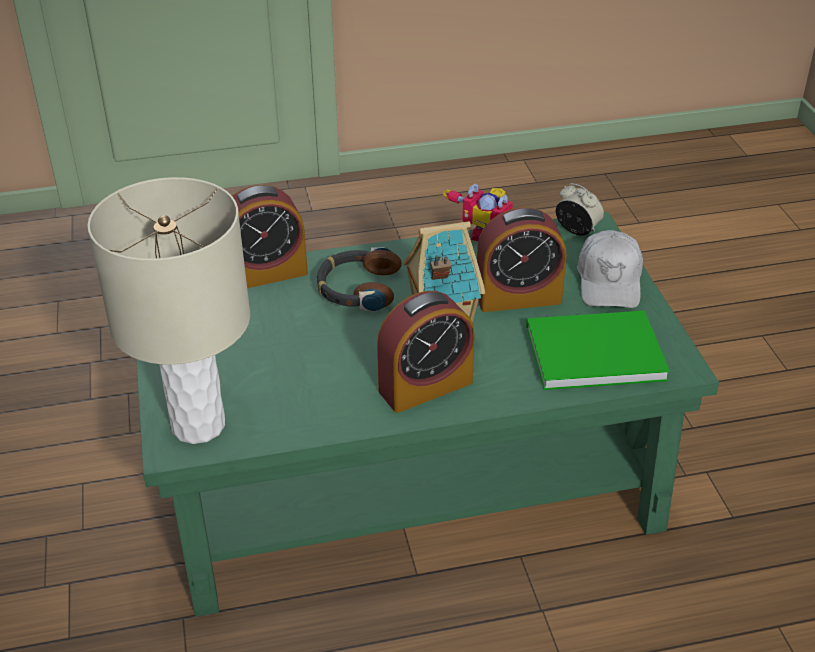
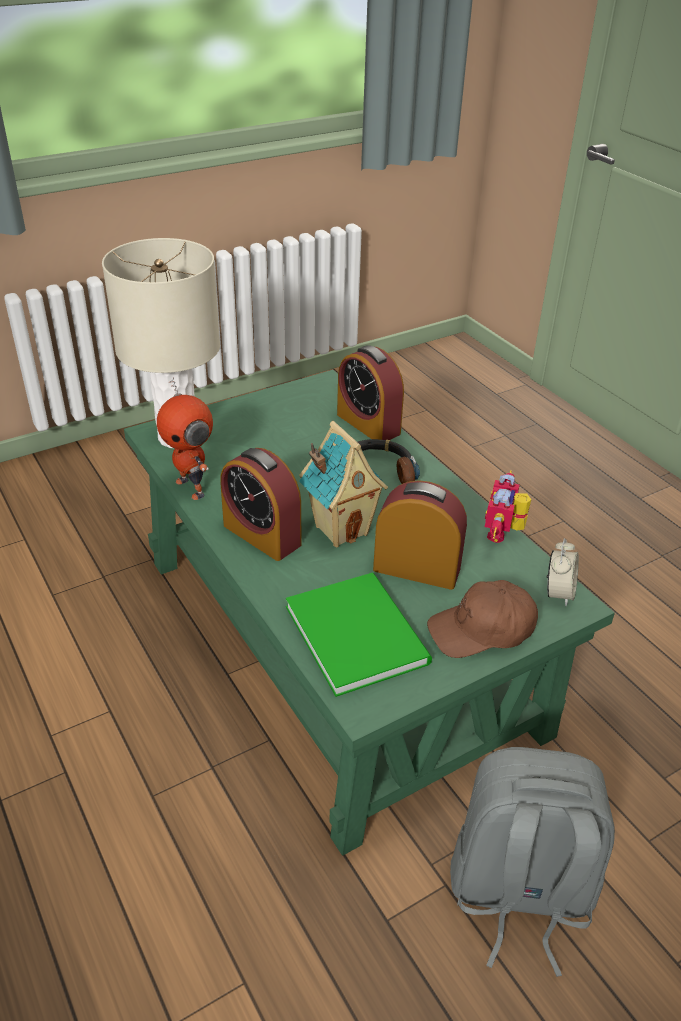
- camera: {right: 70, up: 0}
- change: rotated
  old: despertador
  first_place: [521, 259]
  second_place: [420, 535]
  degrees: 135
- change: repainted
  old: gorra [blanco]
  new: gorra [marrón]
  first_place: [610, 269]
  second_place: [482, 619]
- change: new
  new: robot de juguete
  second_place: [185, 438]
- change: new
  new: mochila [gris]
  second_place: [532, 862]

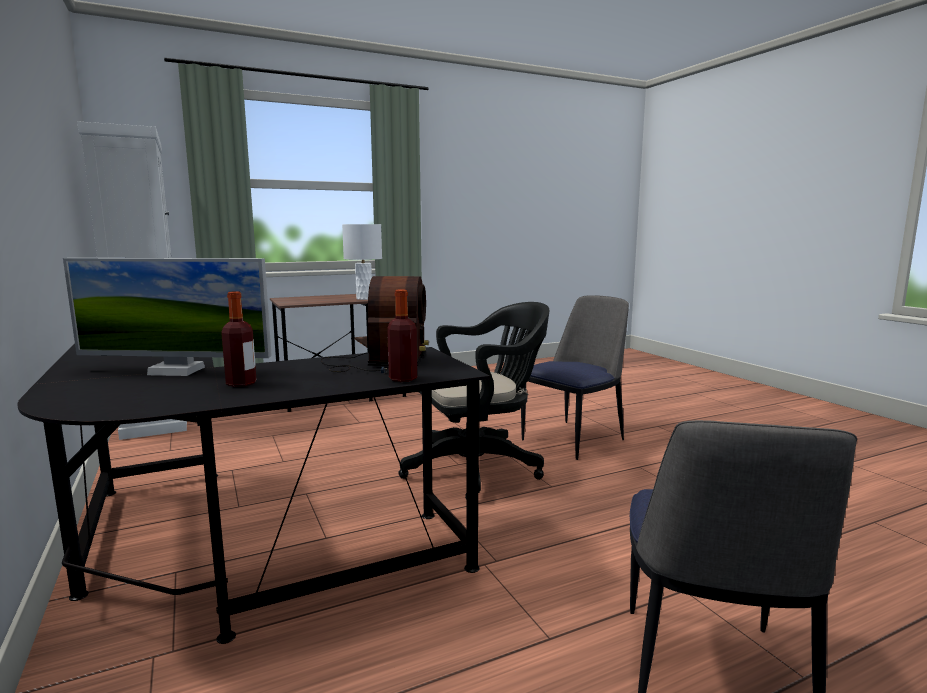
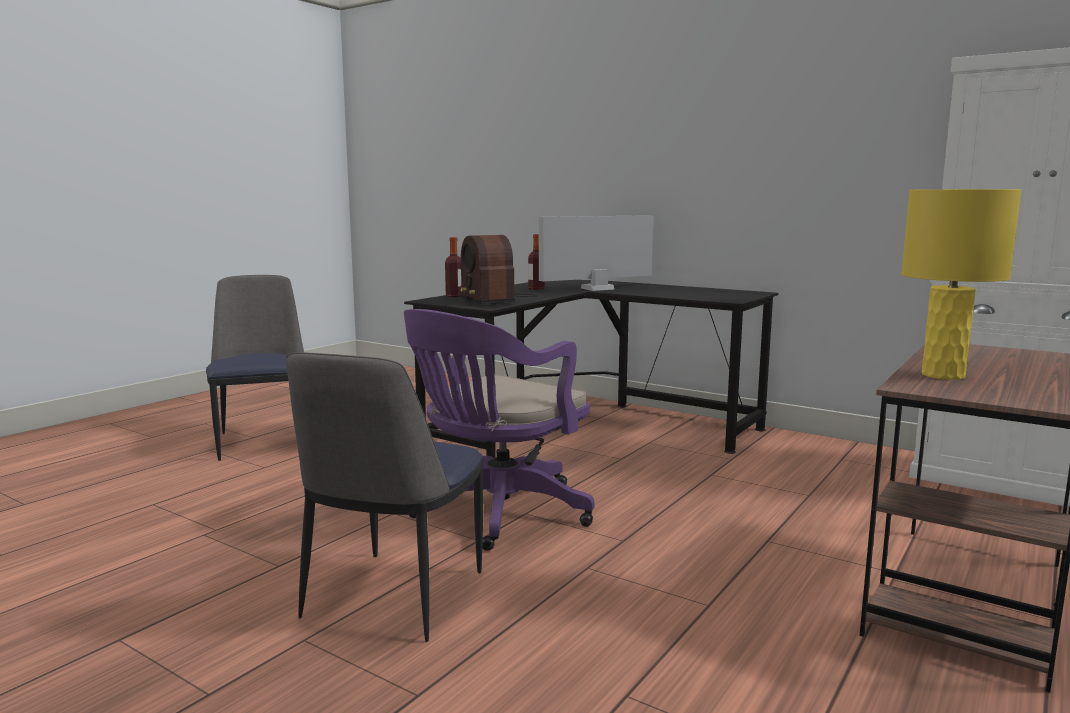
- camera: {right: 150, up: 0}
- change: repainted
  old: lámpara de mesa [blanco]
  new: lámpara de mesa [amarillo]
  first_place: [362, 262]
  second_place: [961, 284]
- change: repainted
  old: silla de oficina [negro]
  new: silla de oficina [morado]
  first_place: [473, 401]
  second_place: [499, 430]

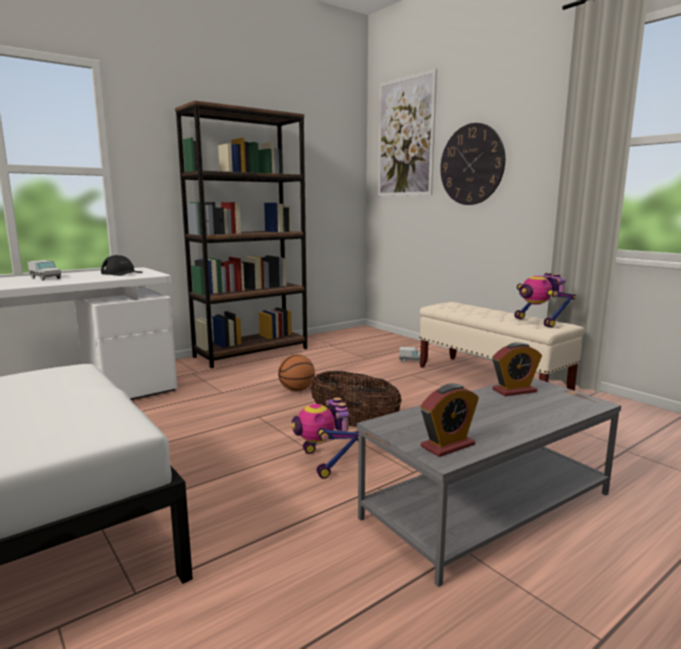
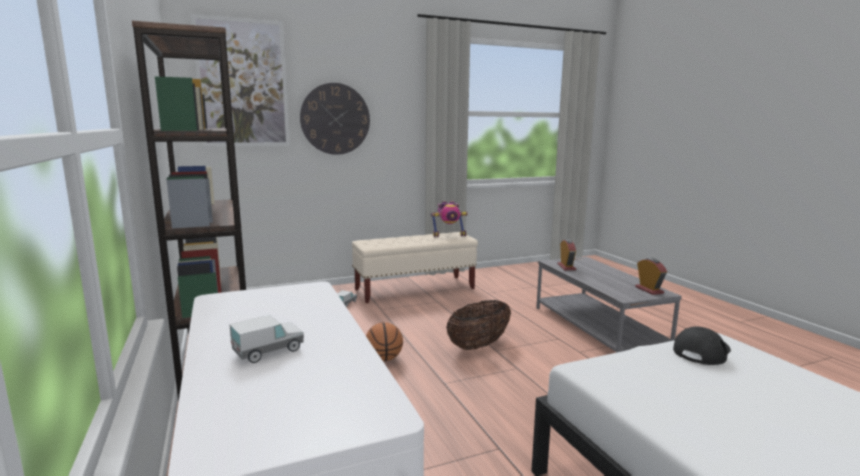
- camera: {right: -75, up: 0}
- change: shifted
  old: gorra [negro]
  first_place: [122, 265]
  second_place: [702, 346]
- change: gone
  old: robot de juguete
  first_place: [325, 438]

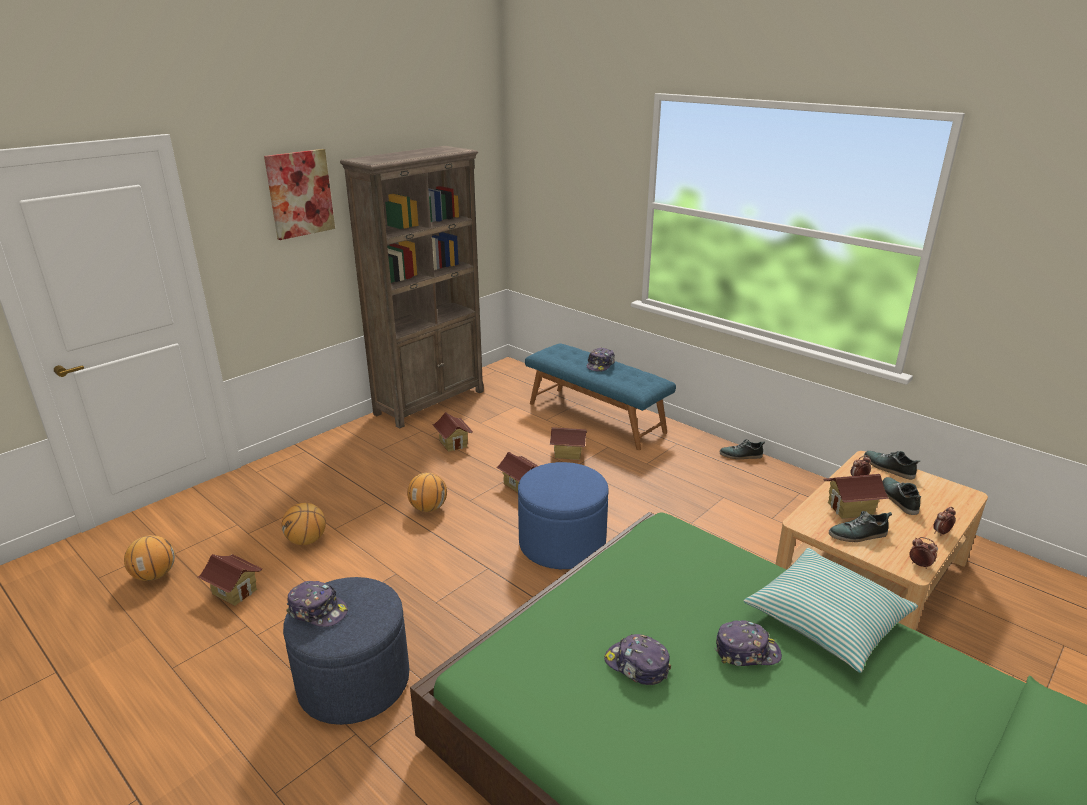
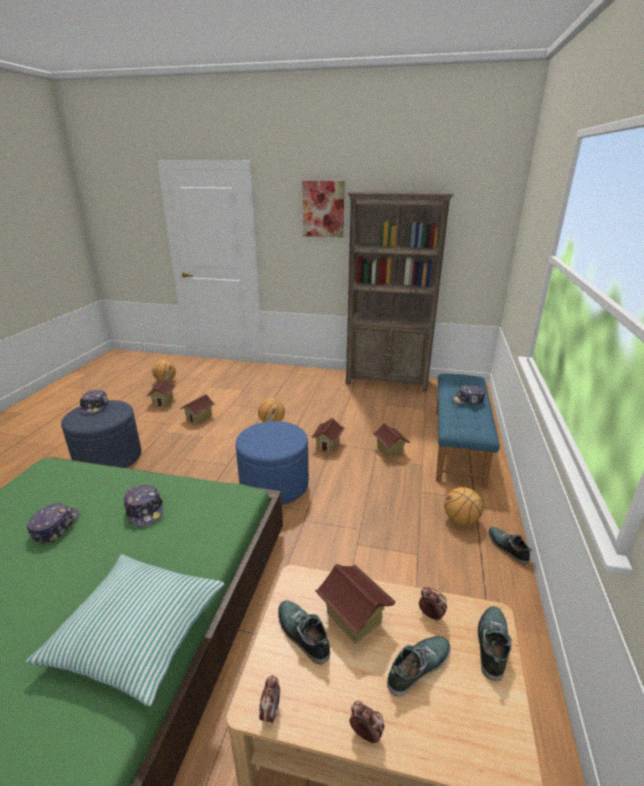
- camera: {right: 60, up: 0}
- change: shifted
  old: balón de baloncesto
  first_place: [304, 524]
  second_place: [463, 506]
- change: shifted
  old: casita
  first_place: [452, 432]
  second_place: [197, 409]
- change: shifted
  old: gorra
  first_place: [748, 643]
  second_place: [143, 505]

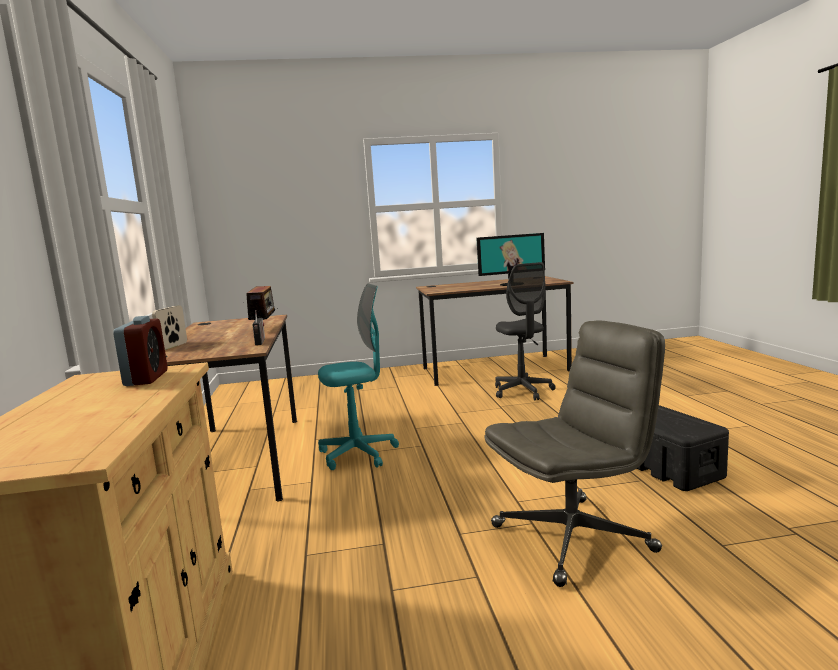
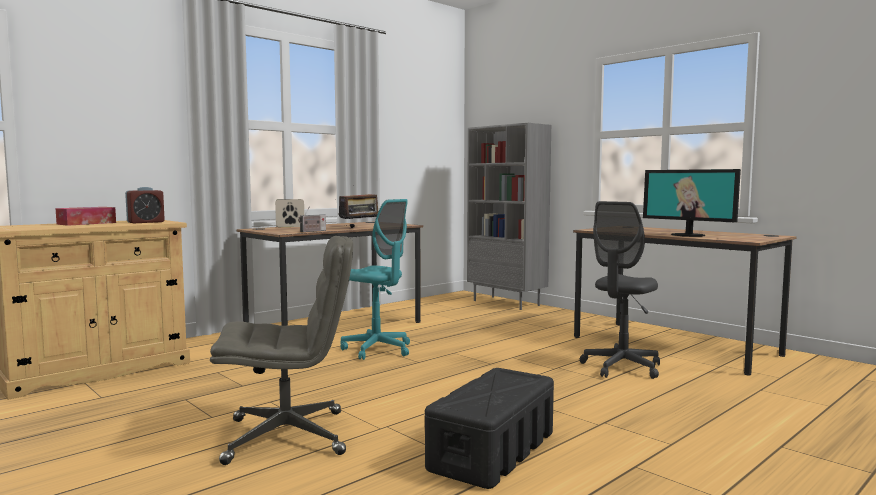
- camera: {right: 55, up: -5}
- change: rotated
  old: silla de oficina [gris]
  first_place: [574, 453]
  second_place: [281, 350]
  degrees: -45
- change: new
  new: caja de pañuelos
  second_place: [86, 216]
- change: new
  new: estantería [gris]
  second_place: [509, 216]

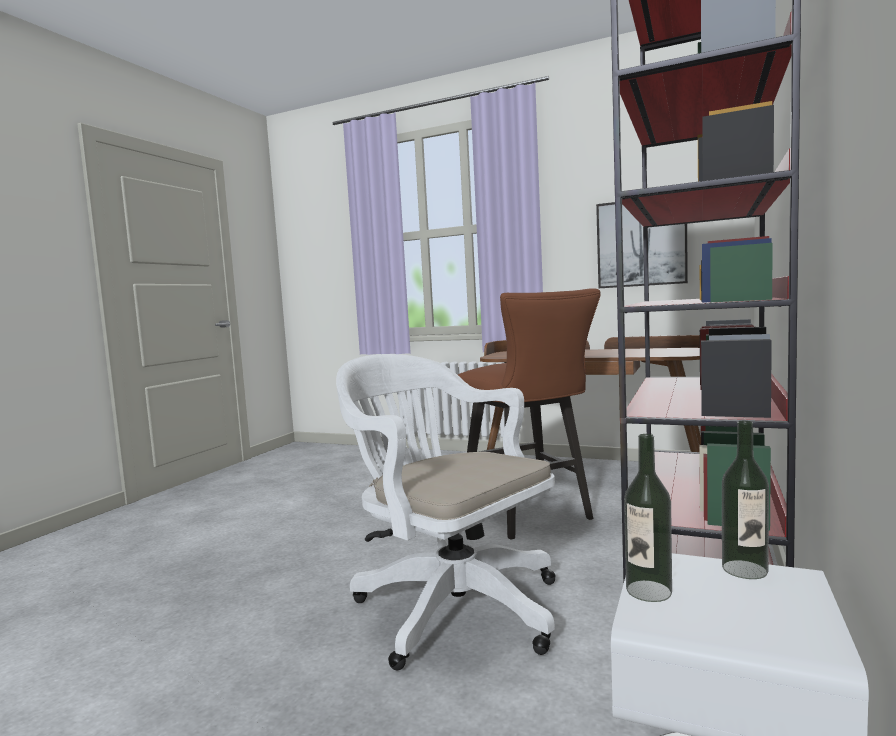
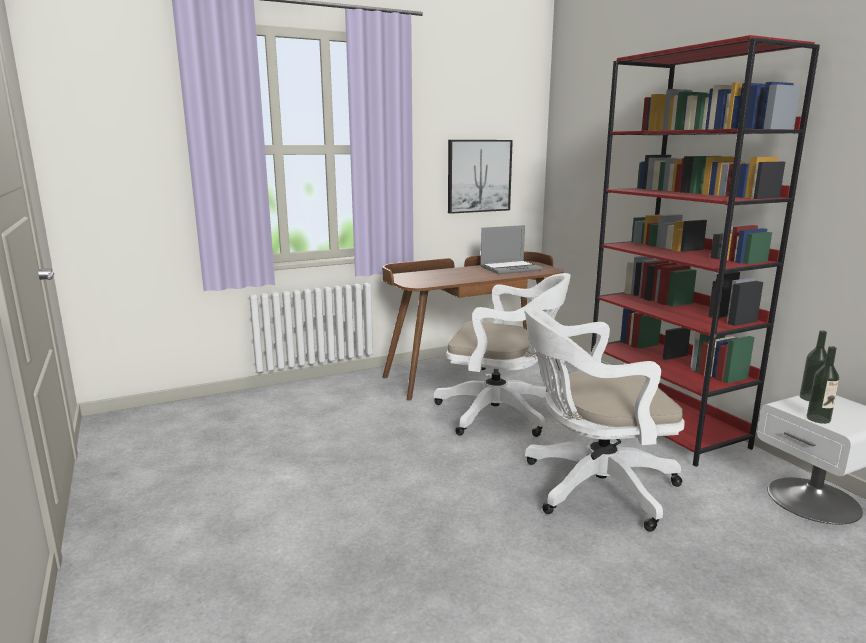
- camera: {right: -50, up: 10}
- change: swapped
  old: taburete [marrón]
  new: silla de oficina [blanco]
  first_place: [529, 414]
  second_place: [502, 355]
- change: new
  new: portátil
  second_place: [511, 249]

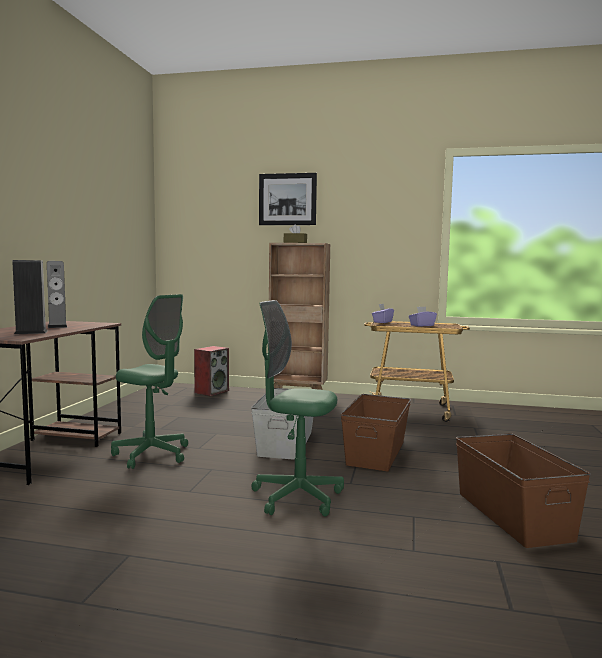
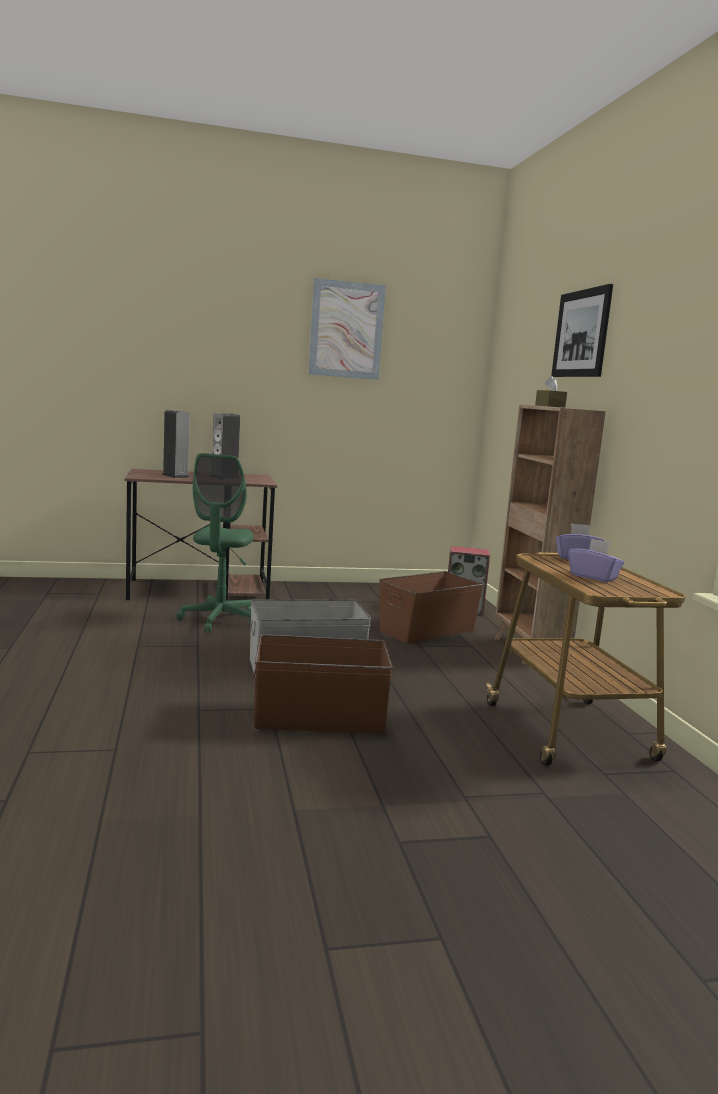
- camera: {right: 65, up: 5}
- change: gone
  old: silla de oficina [verde]
  first_place: [297, 408]
- change: shifted
  old: caja de almacenaje [marrón]
  first_place: [523, 490]
  second_place: [431, 607]
- change: new
  new: cuadro
  second_place: [347, 329]

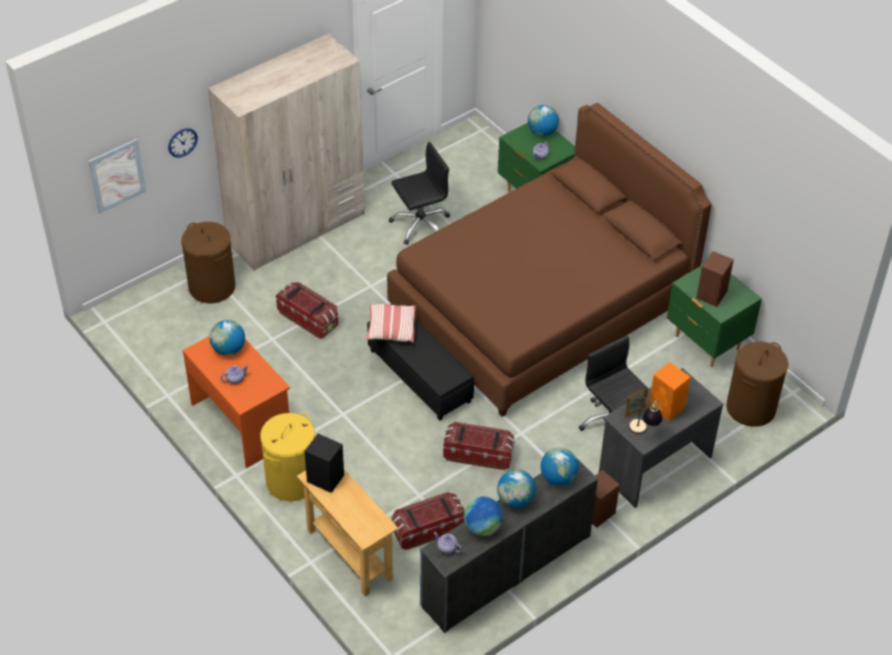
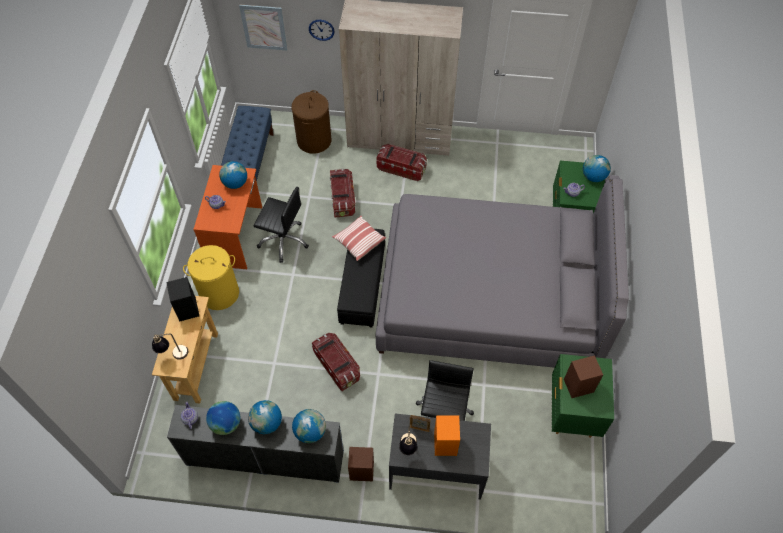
- camera: {right: 45, up: 10}
- change: repainted
  old: cama [marrón]
  new: cama [gris]
  first_place: [549, 260]
  second_place: [502, 271]
- change: shifted
  old: silla de oficina [negro]
  first_place: [419, 193]
  second_place: [281, 225]
- change: shifted
  old: caja de almacenaje
  first_place: [428, 521]
  second_place: [401, 162]
- change: gone
  old: cesto de la ropa [marrón]
  first_place: [757, 384]
- change: new
  new: lámpara de mesa
  second_place: [170, 347]
- change: new
  new: banco [azul]
  second_place: [247, 144]

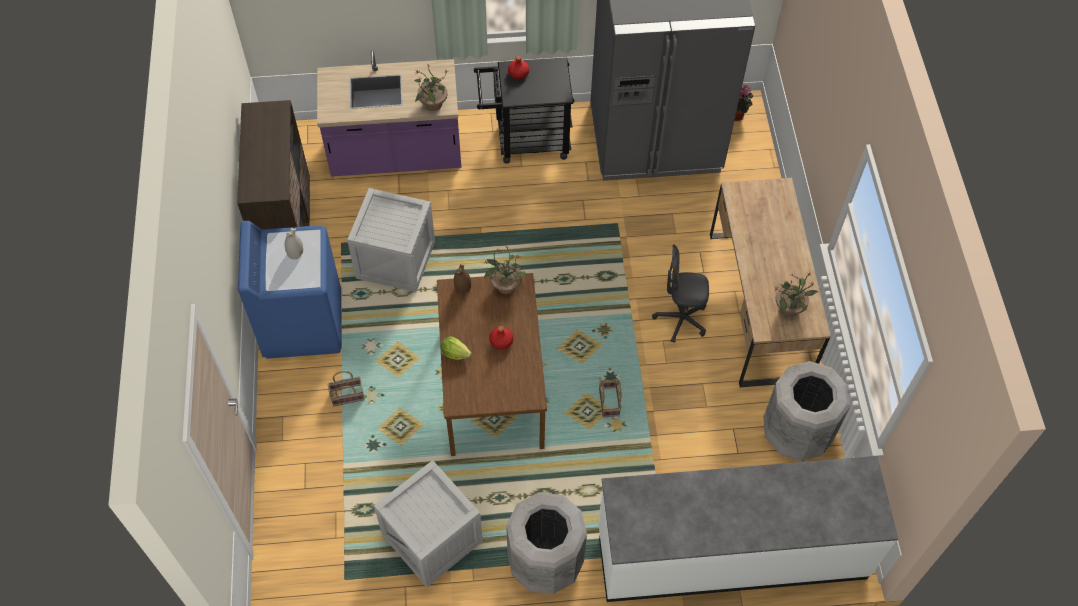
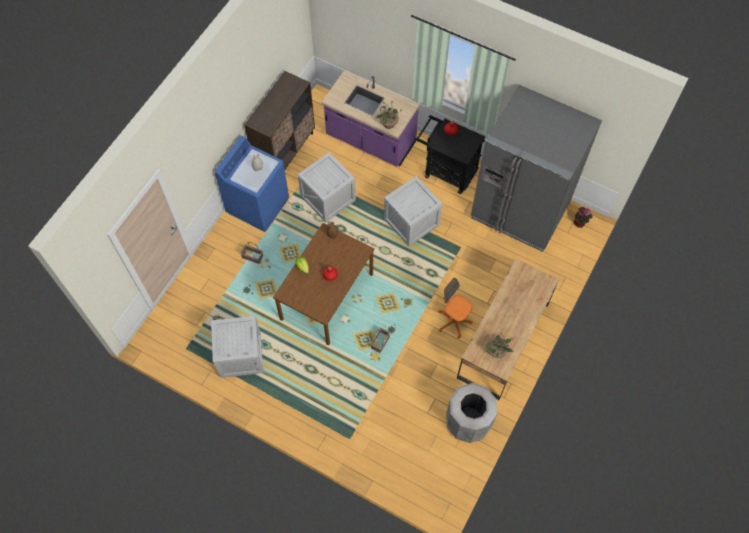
- camera: {right: 35, up: 5}
- change: gone
  old: planta en maceta
  first_place: [505, 270]
- change: gone
  old: papelera [gris]
  first_place: [546, 543]
- change: gone
  old: mueble bajo de cocina [blanco]
  first_place: [748, 529]
- change: repainted
  old: silla de oficina [gris]
  new: silla de oficina [naranja]
  first_place: [680, 293]
  second_place: [455, 307]
- change: new
  new: caja de embalaje
  second_place: [413, 211]

